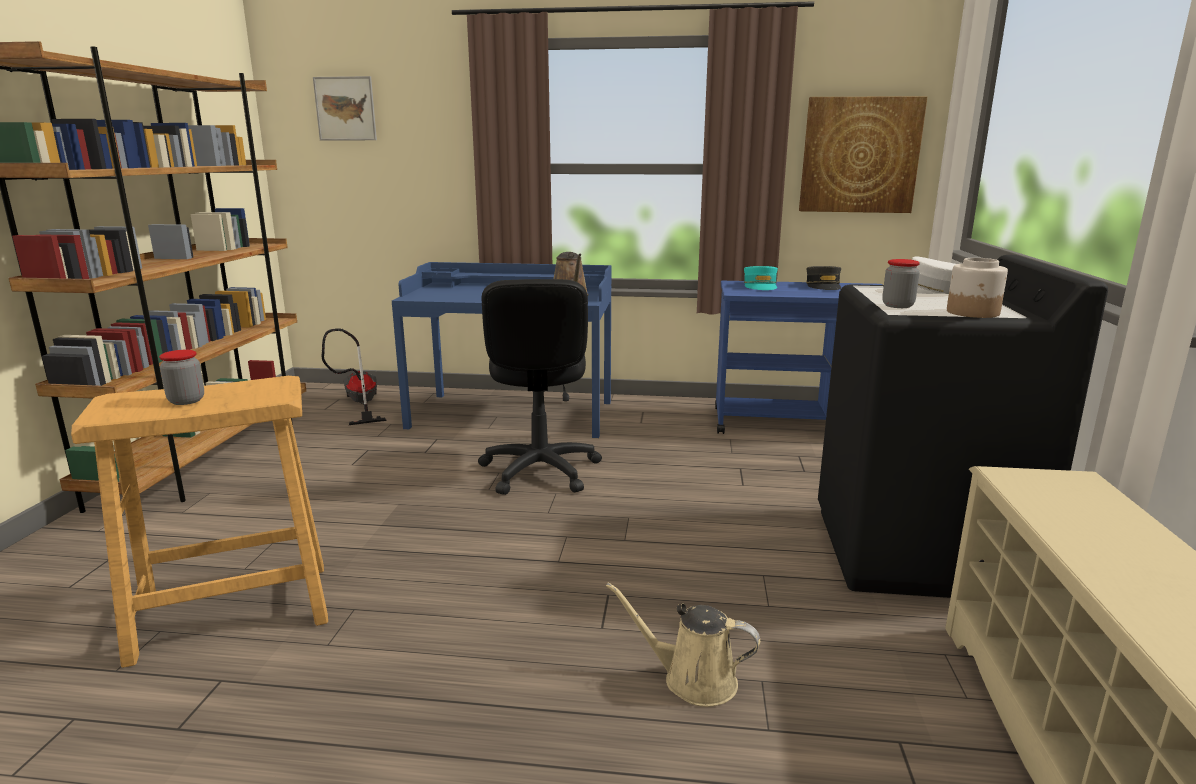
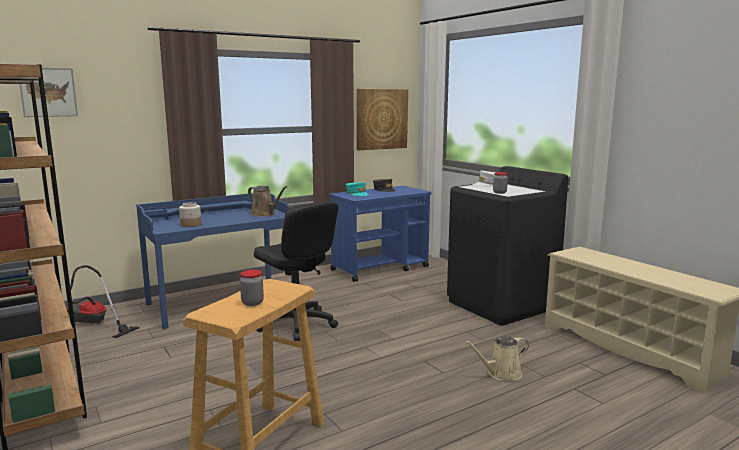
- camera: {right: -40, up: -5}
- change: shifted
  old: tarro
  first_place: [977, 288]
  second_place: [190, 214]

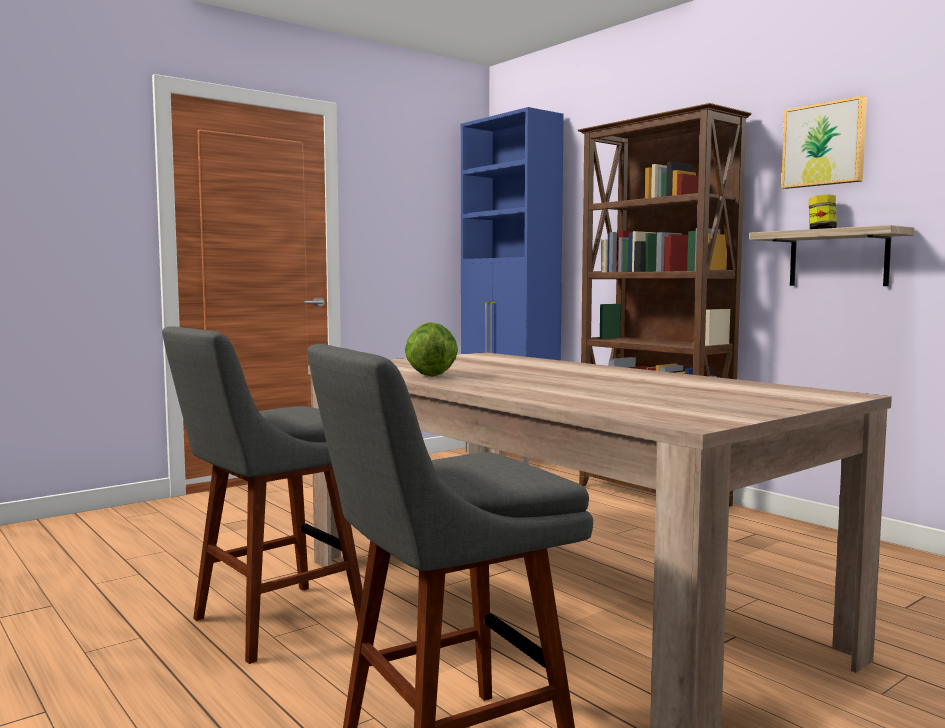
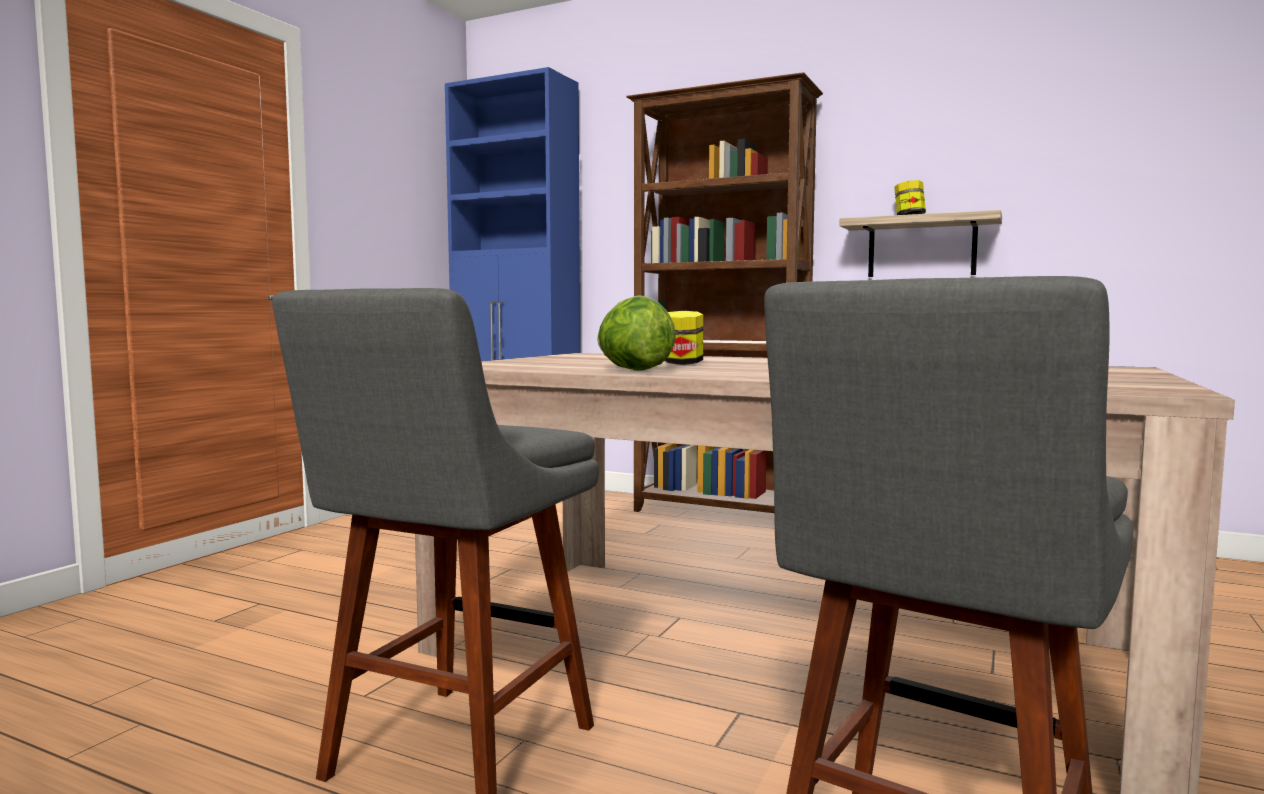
- camera: {right: -25, up: 0}
- change: gone
  old: cuadro
  first_place: [824, 142]
- change: new
  new: tarro
  second_place: [684, 338]

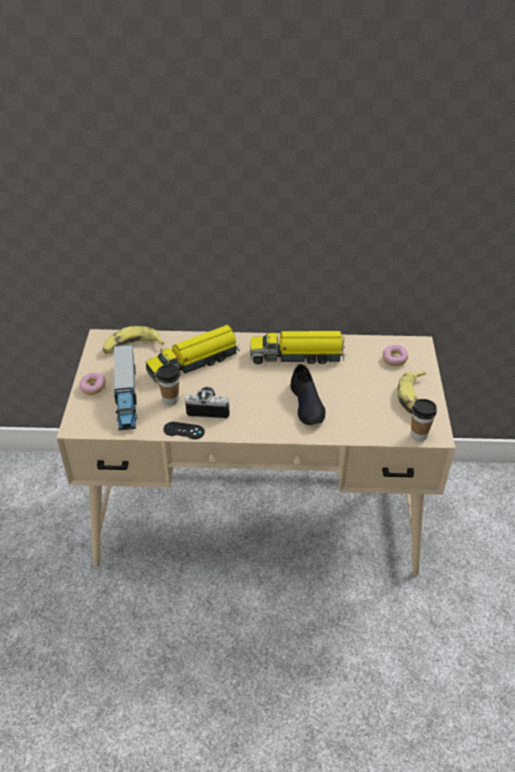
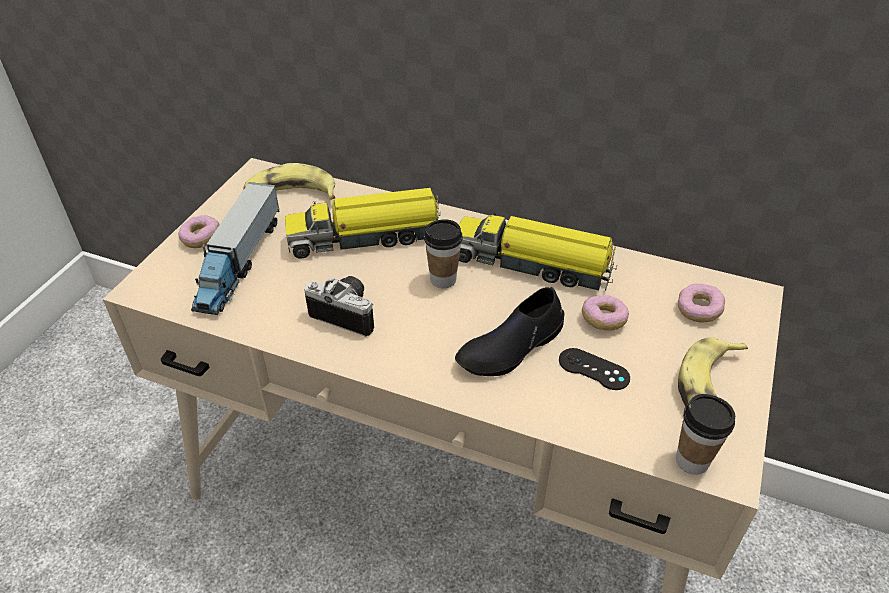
- camera: {right: 20, up: 0}
- change: shifted
  old: taza
  first_place: [168, 384]
  second_place: [443, 254]
- change: shifted
  old: mando de consola [negro]
  first_place: [184, 430]
  second_place: [594, 369]
- change: rotated
  old: zapato [negro]
  first_place: [308, 394]
  second_place: [509, 331]
  degrees: 45
- change: new
  new: rosquilla
  second_place: [605, 313]

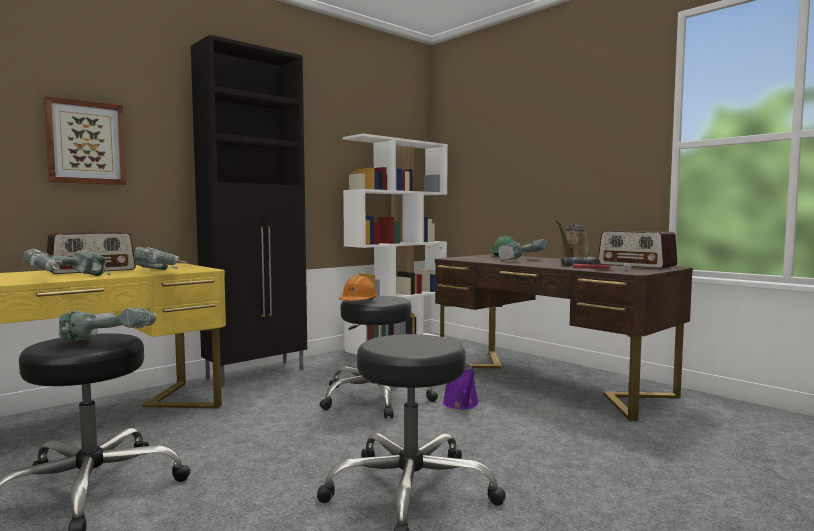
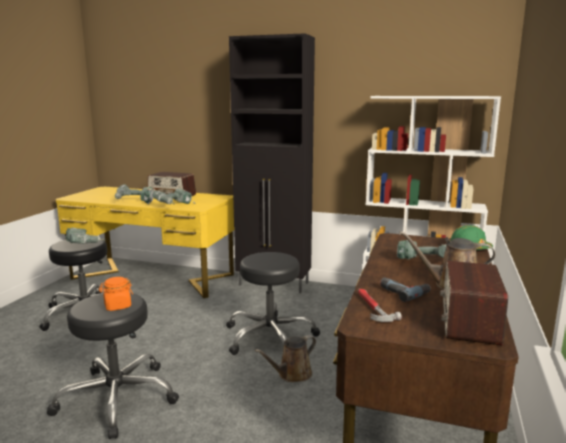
- camera: {right: 60, up: 10}
- change: gone
  old: cuadro
  first_place: [85, 140]
- change: gone
  old: casco [naranja]
  first_place: [358, 288]
- change: repainted
  old: regadera [morado]
  new: regadera [marrón]
  first_place: [461, 385]
  second_place: [285, 358]
- change: new
  new: tarro [naranja]
  second_place: [116, 294]

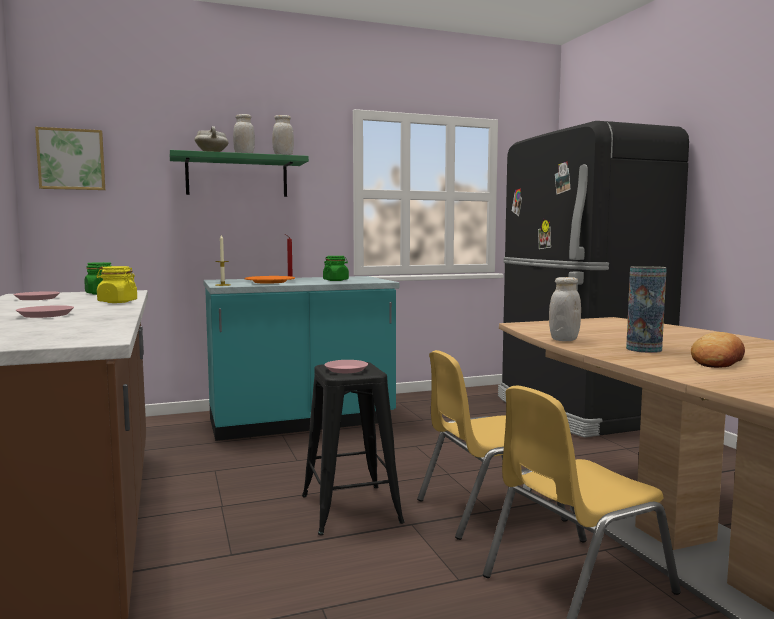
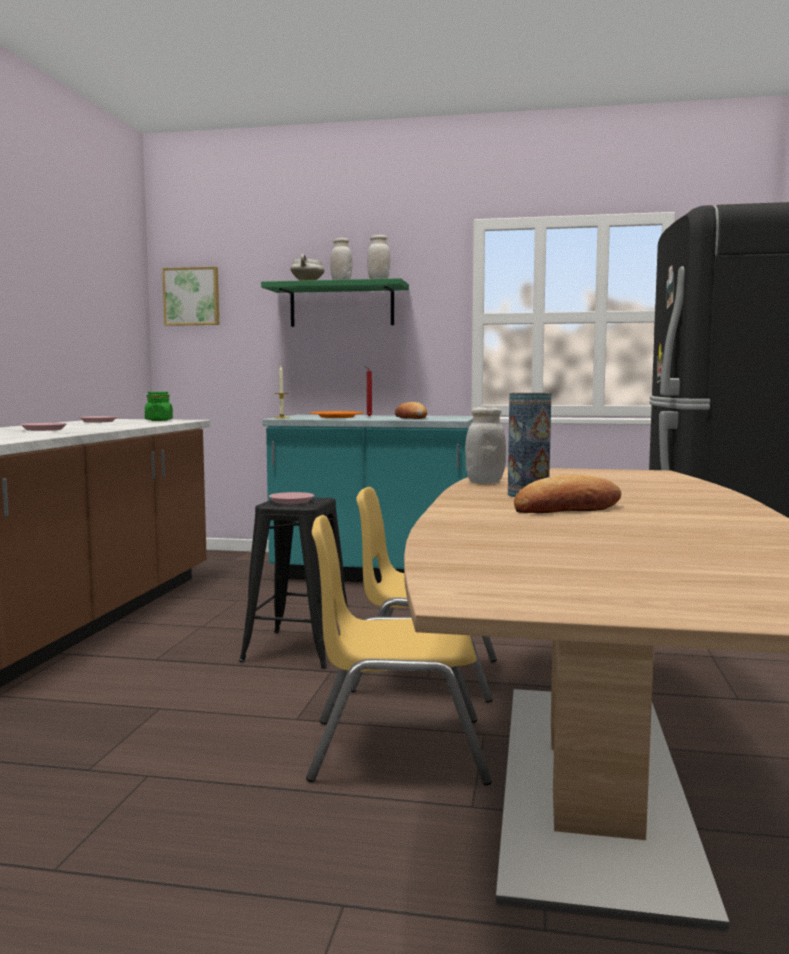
- camera: {right: 30, up: 0}
- change: gone
  old: tarro [amarillo]
  first_place: [117, 284]
- change: swapped
  old: tarro [verde]
  new: pan
  first_place: [336, 268]
  second_place: [411, 410]

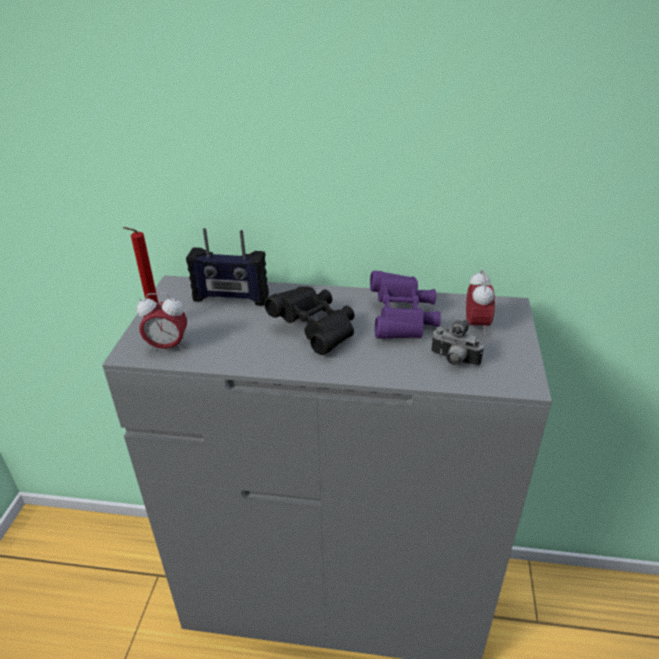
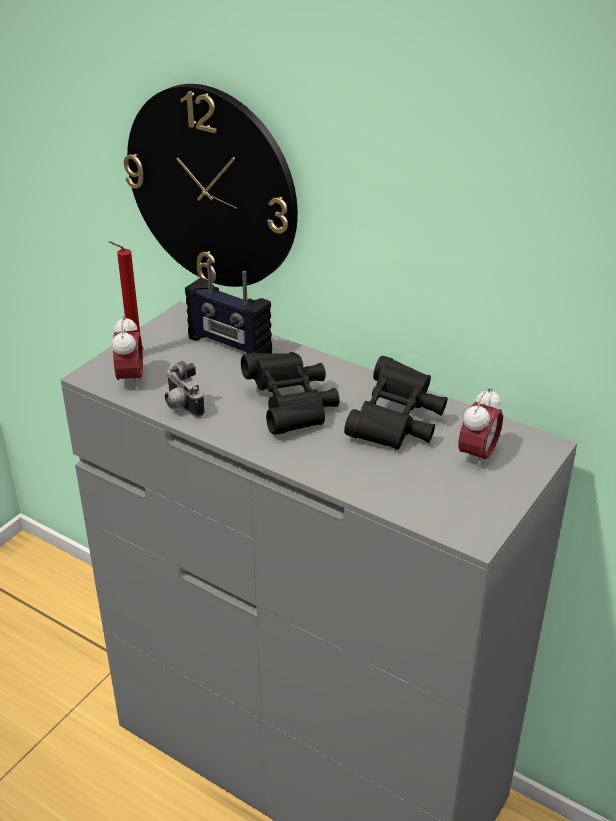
- camera: {right: 25, up: 0}
- change: rotated
  old: despertador
  first_place: [162, 322]
  second_place: [127, 352]
  degrees: -120
- change: repainted
  old: prismáticos [morado]
  new: prismáticos [negro]
  first_place: [405, 305]
  second_place: [395, 403]
- change: shifted
  old: cámara
  first_place: [457, 343]
  second_place: [185, 389]
- change: new
  new: reloj de pared
  second_place: [211, 185]

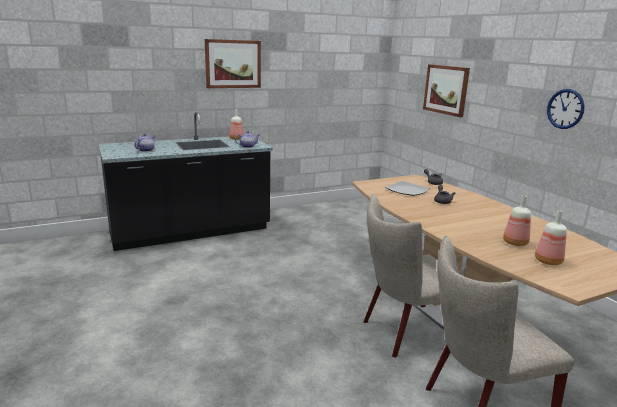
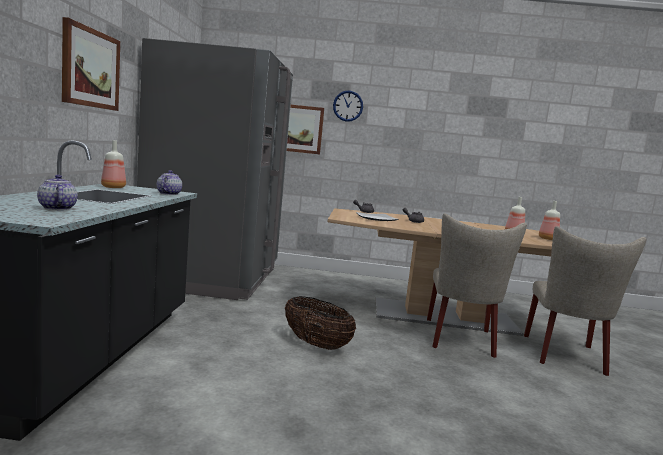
- camera: {right: -60, up: -10}
- change: shifted
  old: reloj de pared
  first_place: [566, 109]
  second_place: [348, 106]
- change: new
  new: nevera [gris]
  second_place: [215, 169]
- change: new
  new: cesta
  second_place: [320, 323]

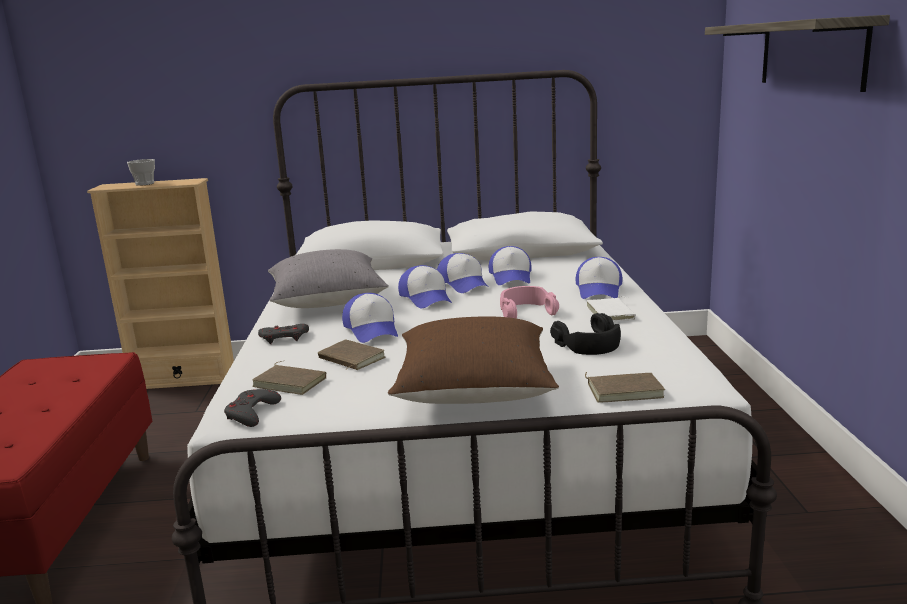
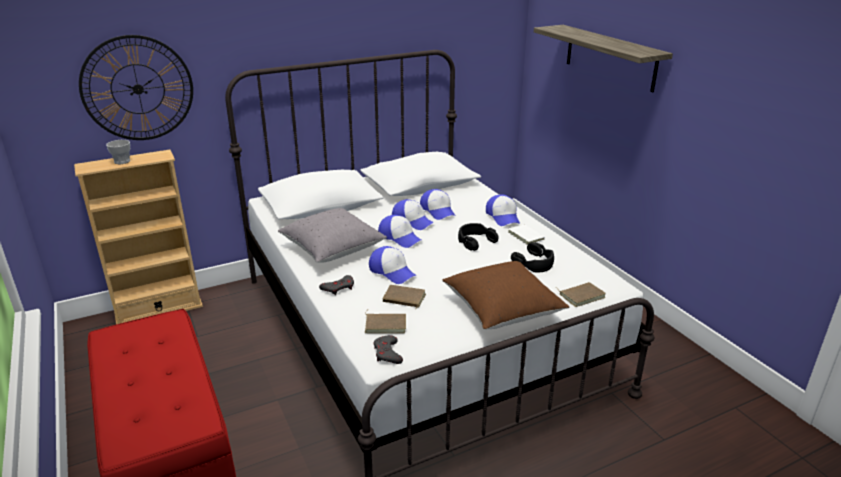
- camera: {right: -25, up: 10}
- change: repainted
  old: auriculares [rosa]
  new: auriculares [negro]
  first_place: [529, 302]
  second_place: [478, 237]
- change: new
  new: reloj de pared
  second_place: [136, 87]

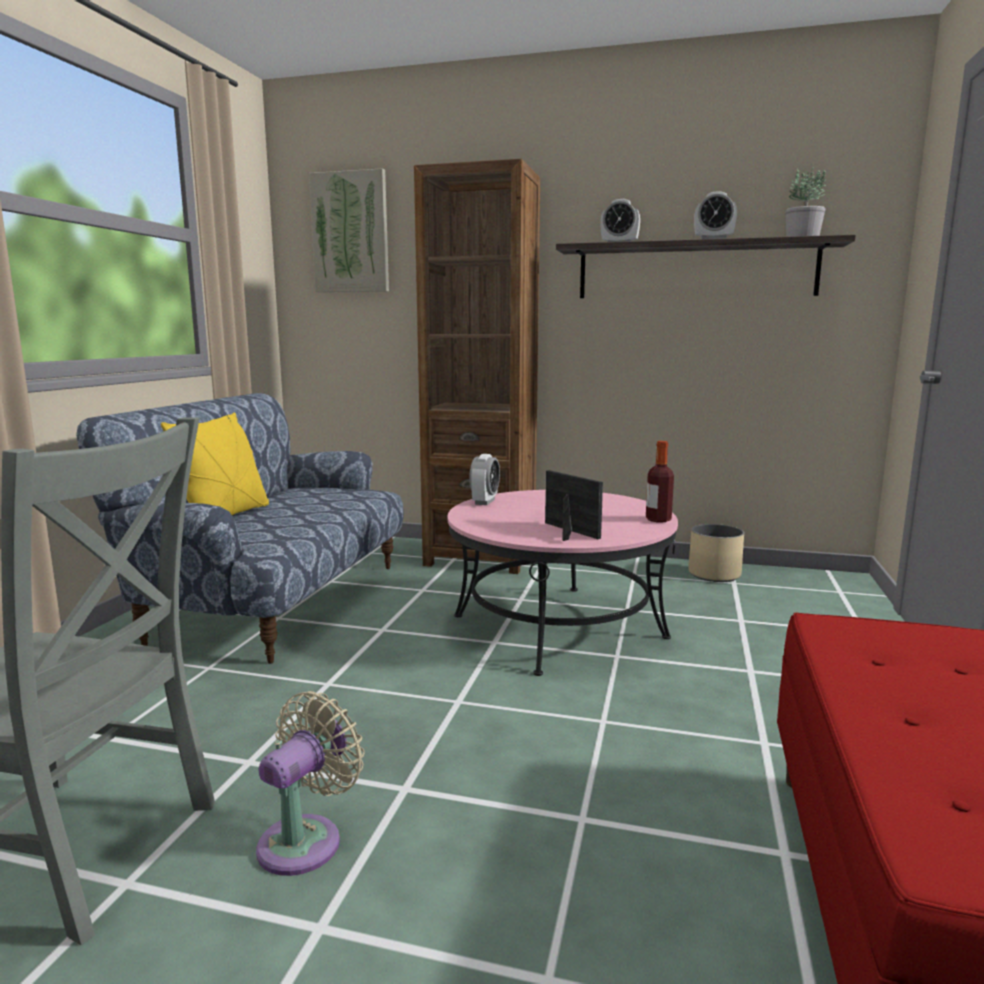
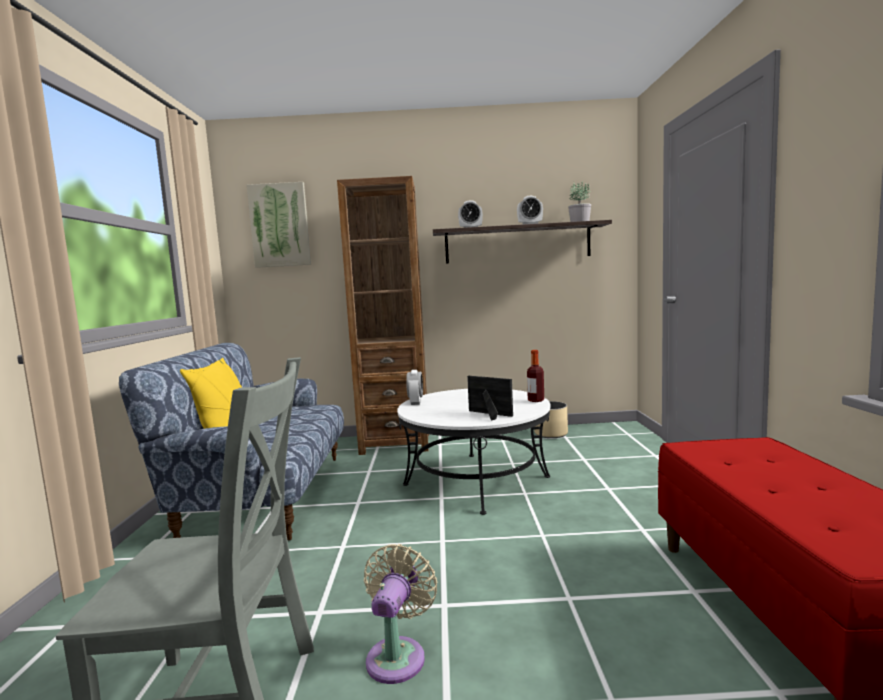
- camera: {right: -15, up: -5}
- change: repainted
  old: mesa de centro [rosa]
  new: mesa de centro [blanco]
  first_place: [562, 583]
  second_place: [473, 452]

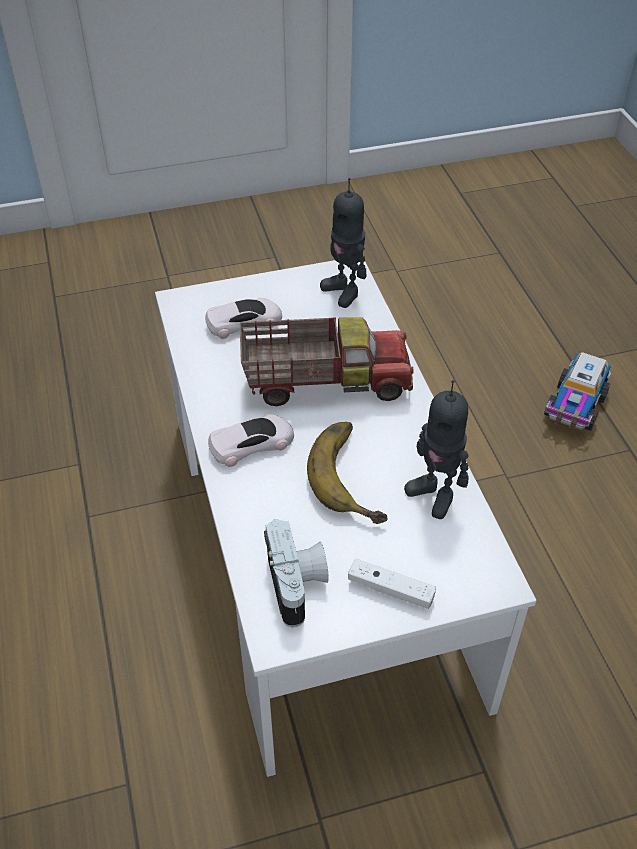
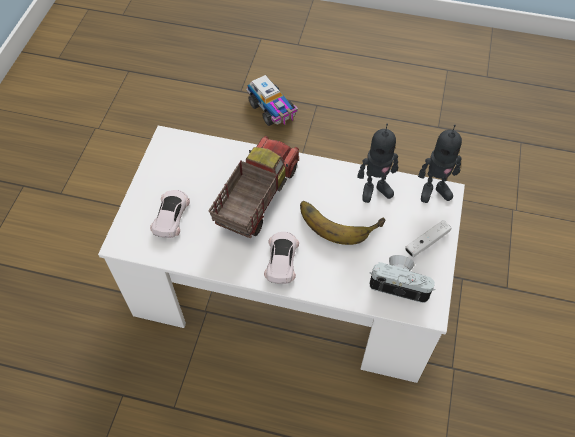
- camera: {right: -60, up: 10}
- change: shifted
  old: robot de juguete
  first_place: [343, 243]
  second_place: [440, 164]

